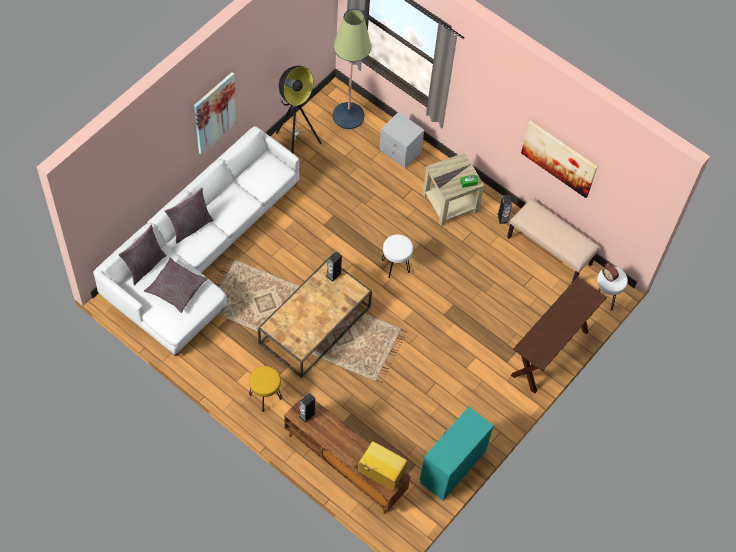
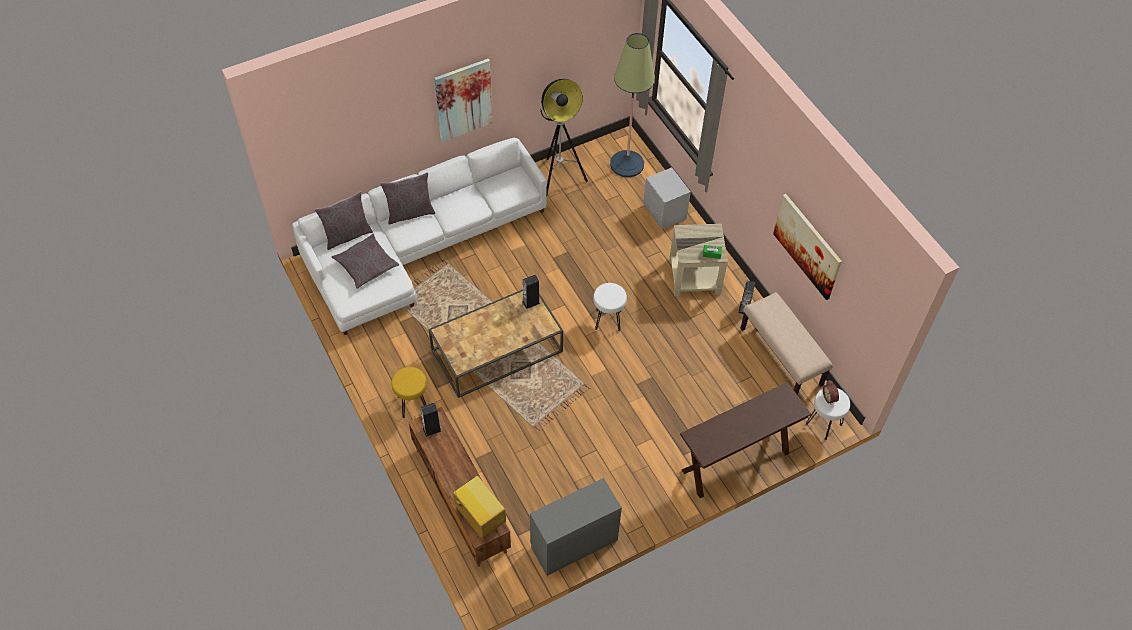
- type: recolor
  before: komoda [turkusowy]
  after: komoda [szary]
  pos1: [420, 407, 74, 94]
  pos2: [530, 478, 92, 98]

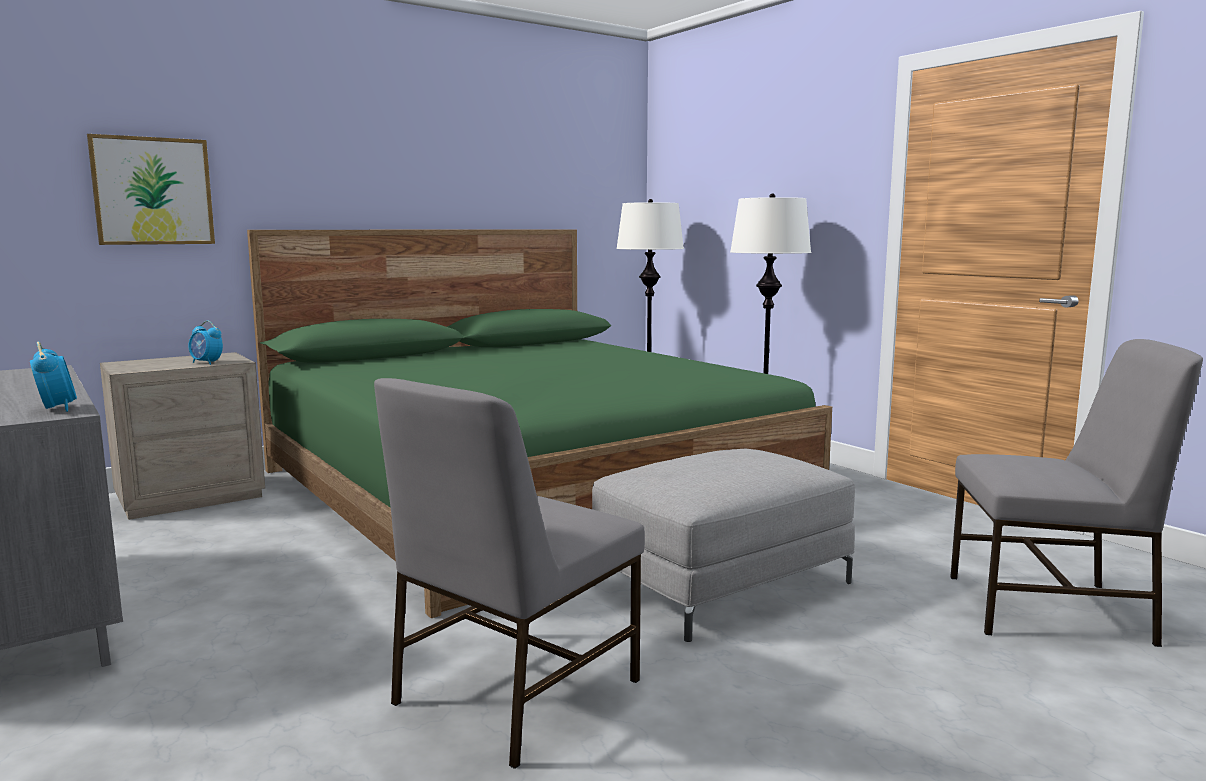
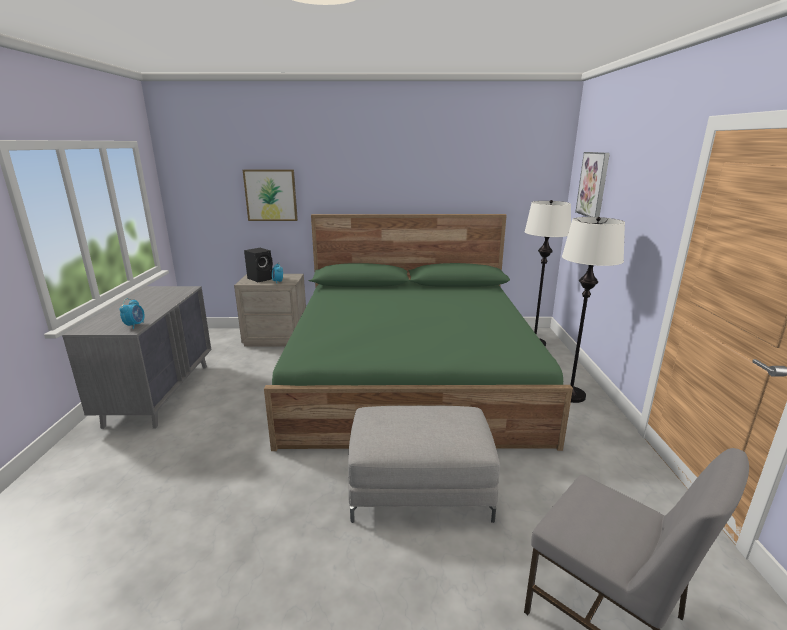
- type: delete
  before: krzesło [szary]
  pos1: [374, 378, 271, 391]
- type: insert
  after: głośnik [czarny]
  pos2: [244, 248, 29, 34]
- type: insert
  after: obraz
  pos2: [575, 152, 35, 65]

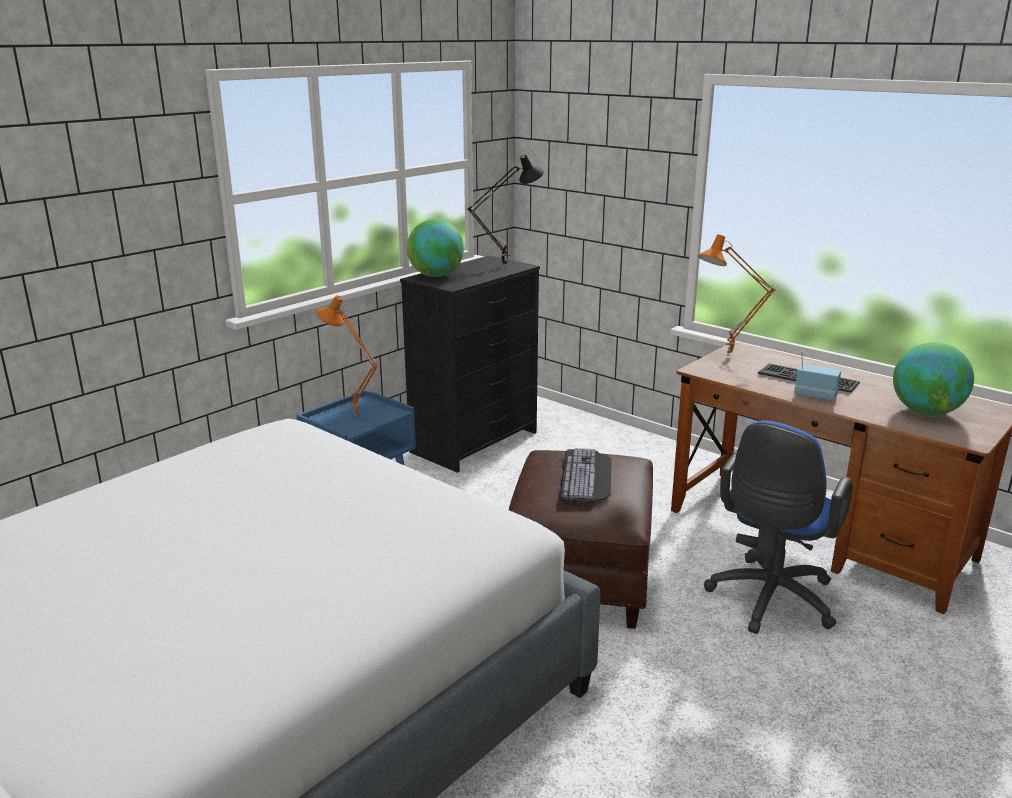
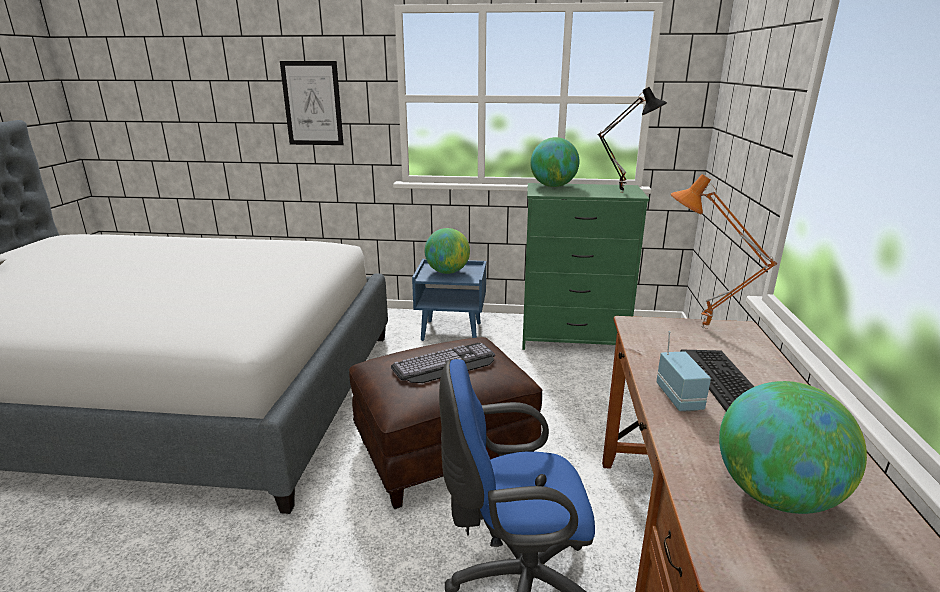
- type: insert
  after: obraz
  pos2: [280, 61, 64, 84]
- type: replace
  before: lampa stołowa [pomarańczowy]
  after: globus
  pos1: [316, 295, 62, 122]
  pos2: [425, 228, 45, 46]
- type: recolor
  before: komoda [czarny]
  after: komoda [zielony]
  pos1: [400, 256, 140, 217]
  pos2: [522, 183, 127, 167]

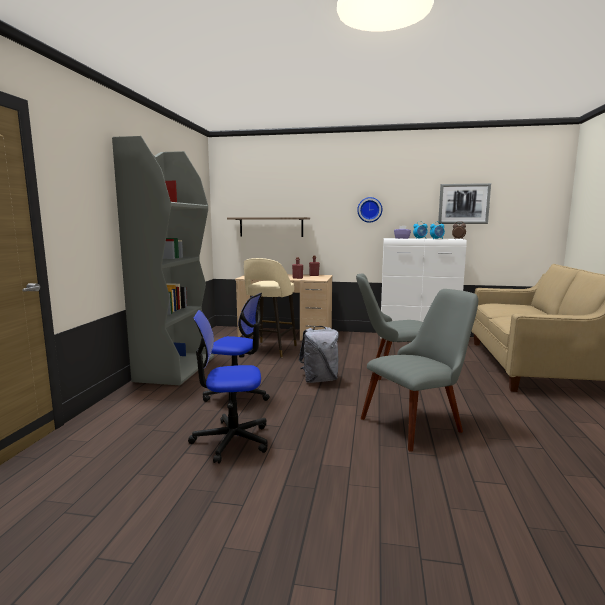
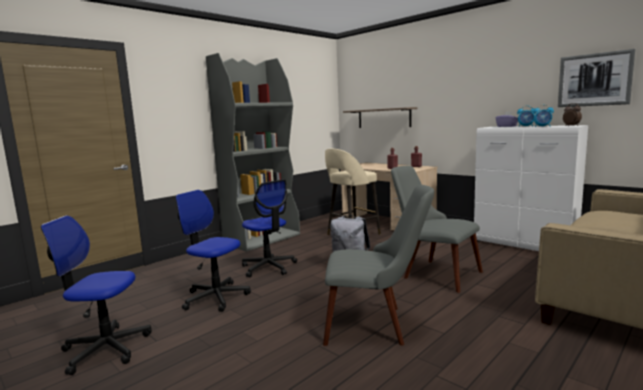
- type: delete
  before: zegar ścienny
  pos1: [357, 197, 25, 26]
- type: insert
  after: krzesło biurowe
  pos2: [41, 216, 111, 159]

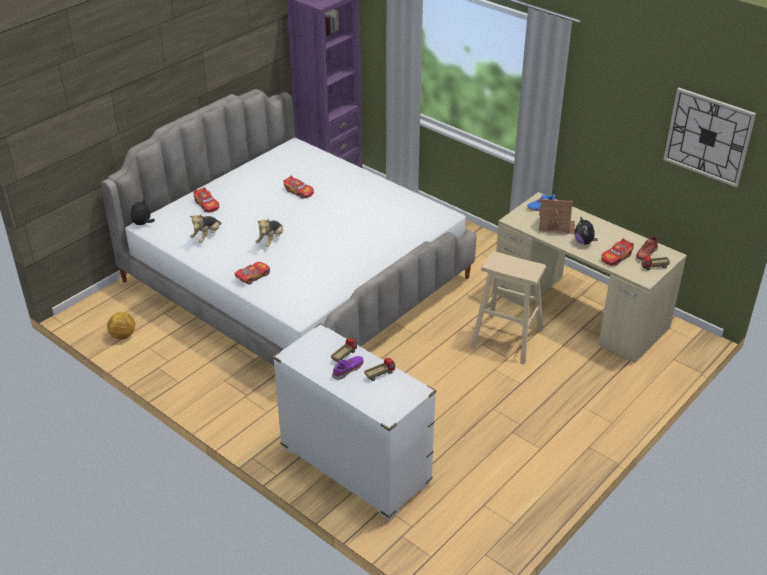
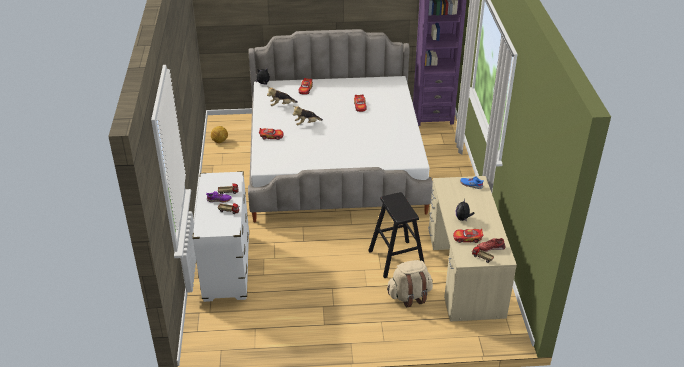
- type: delete
  before: domek
  pos1: [539, 199, 36, 35]
- type: delete
  before: zegar ścienny
  pos1: [663, 88, 93, 99]
- type: insert
  after: plecak [beżowy]
  pos2: [387, 260, 46, 47]
- type: recolor
  before: stołek [beżowy]
  after: stołek [czarny]
  pos1: [470, 251, 76, 113]
  pos2: [368, 192, 56, 86]

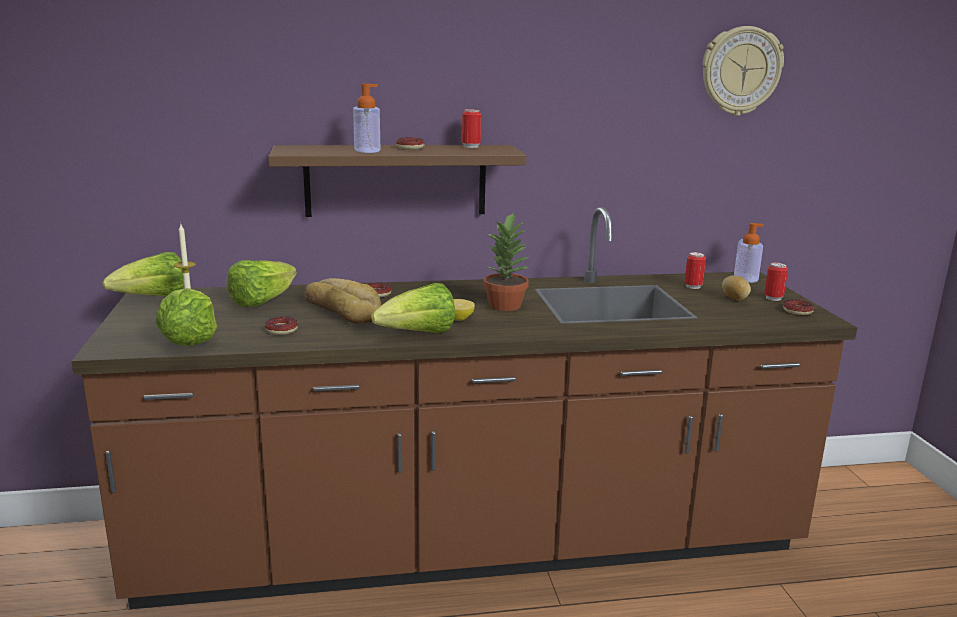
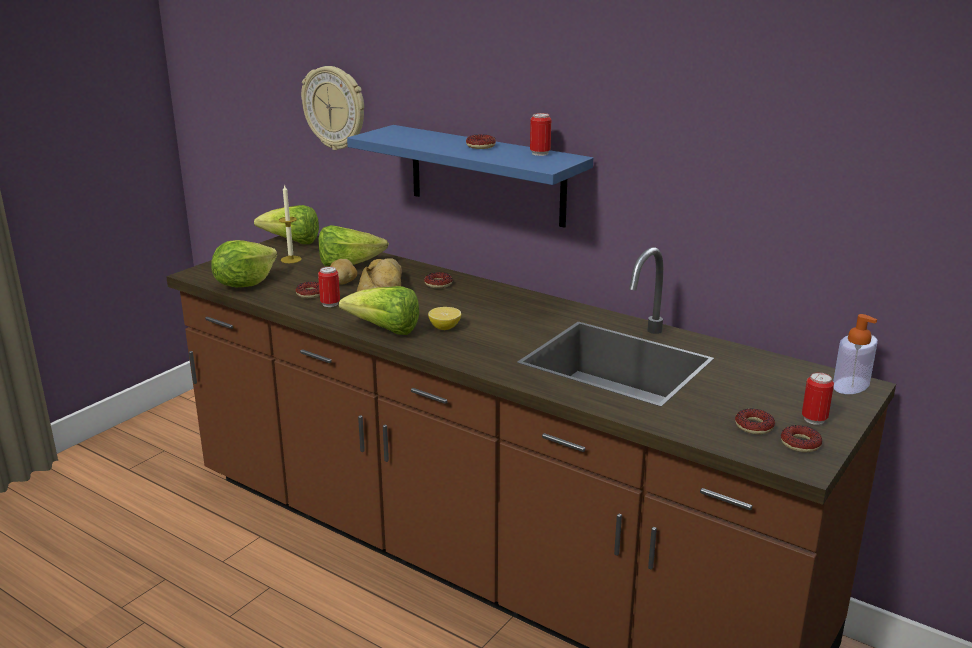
- type: delete
  before: dozownik mydła
  pos1: [353, 84, 27, 69]
- type: delete
  before: roślina doniczkowa
  pos1: [483, 213, 46, 98]
- type: insert
  after: donut
  pos2: [735, 409, 40, 25]
- type: move
  before: puszka
  pos1: [685, 252, 21, 37]
  pos2: [318, 266, 22, 41]
- type: move
  before: zegar ścienny
  pos1: [702, 26, 82, 90]
  pos2: [301, 66, 63, 84]
- type: move
  before: ziemniak
  pos1: [722, 275, 29, 26]
  pos2: [330, 259, 27, 26]
- type: recolor
  before: półka [brązowy]
  after: półka [niebieski]
  pos1: [268, 145, 259, 72]
  pos2: [347, 125, 246, 103]

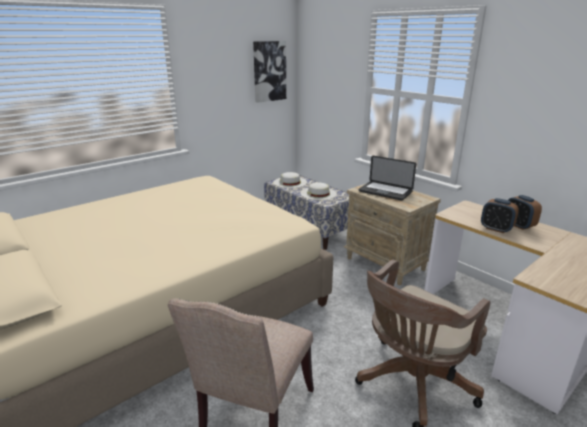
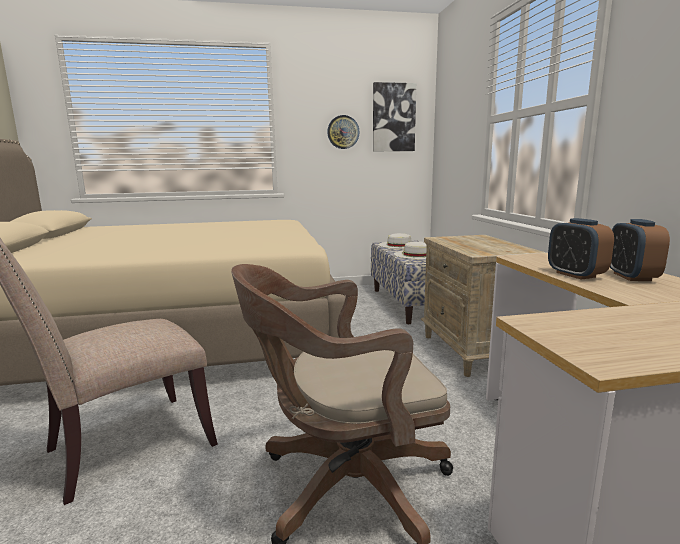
- type: delete
  before: laptop
  pos1: [359, 156, 57, 45]
- type: insert
  after: zegar ścienny
  pos2: [327, 115, 33, 34]

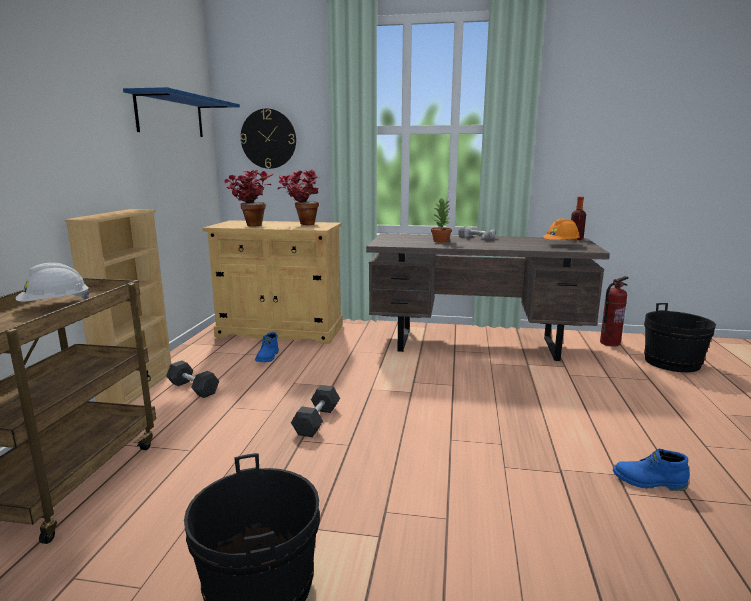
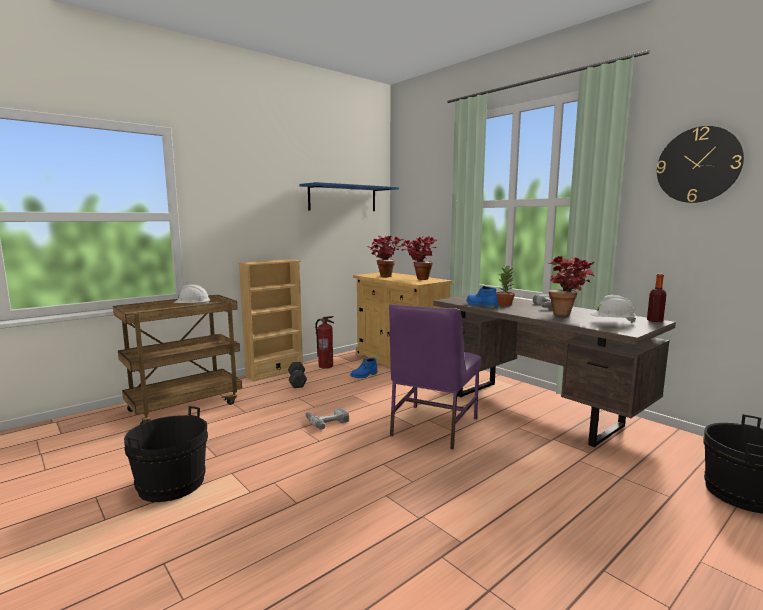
- type: insert
  after: krzesło [fioletowy]
  pos2: [389, 304, 92, 146]
- type: insert
  after: roślina doniczkowa
  pos2: [549, 255, 46, 61]
- type: move
  before: zegar ścienny
  pos1: [240, 109, 56, 60]
  pos2: [657, 126, 87, 77]
- type: move
  before: gaśnica
  pos1: [600, 276, 29, 70]
  pos2: [315, 316, 19, 53]
- type: move
  before: but z cholewką [niebieski]
  pos1: [613, 449, 77, 42]
  pos2: [466, 286, 32, 22]
- type: replace
  before: hantel [szary]
  after: wiertarka
  pos1: [291, 385, 49, 52]
  pos2: [305, 408, 44, 22]
- type: recolor
  before: kask [pomarańczowy]
  after: kask [biały]
  pos1: [543, 218, 37, 25]
  pos2: [591, 295, 45, 28]

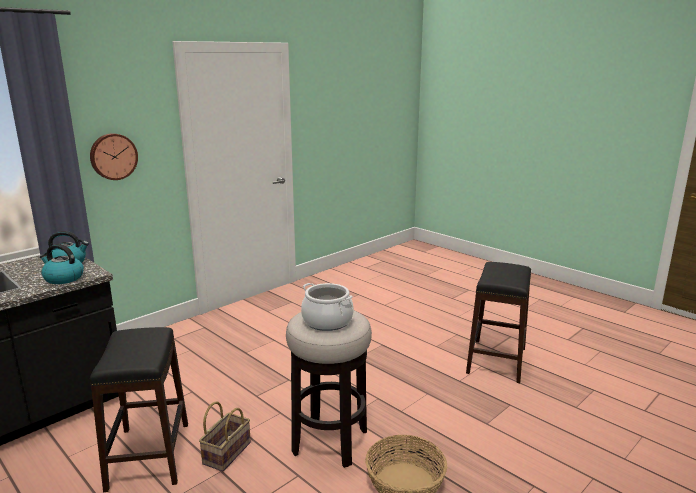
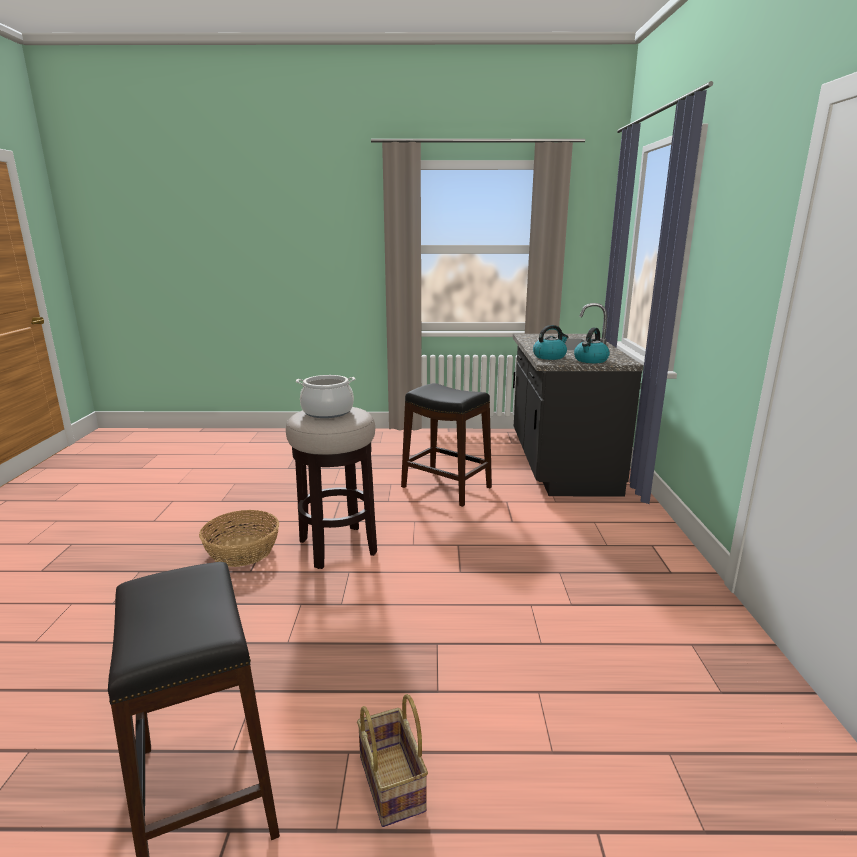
- type: delete
  before: zegar ścienny
  pos1: [90, 133, 48, 47]
- type: move
  before: koszyk
  pos1: [199, 401, 52, 70]
  pos2: [357, 694, 71, 133]

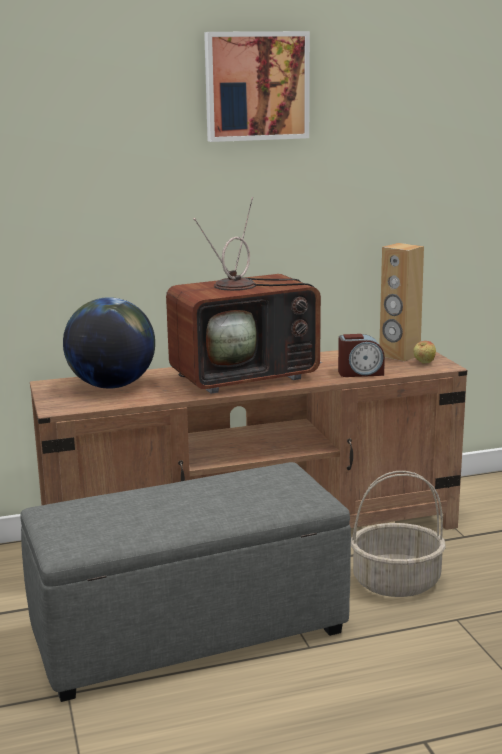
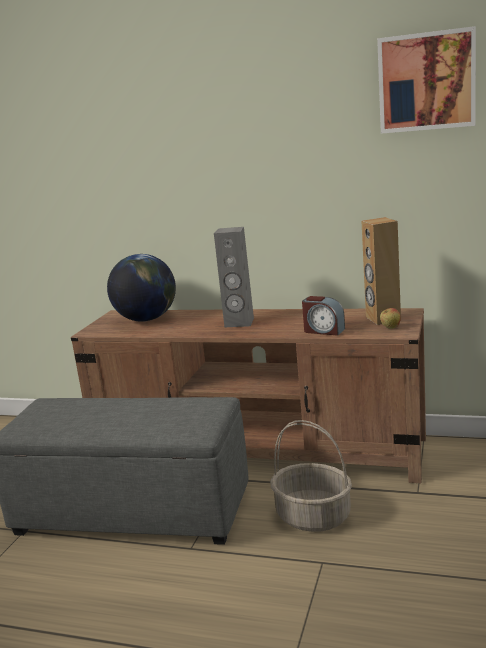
- type: move
  before: obraz
  pos1: [204, 31, 106, 111]
  pos2: [377, 26, 99, 108]
- type: replace
  before: telewizor
  after: głośnik [szary]
  pos1: [166, 197, 156, 197]
  pos2: [214, 227, 40, 100]

